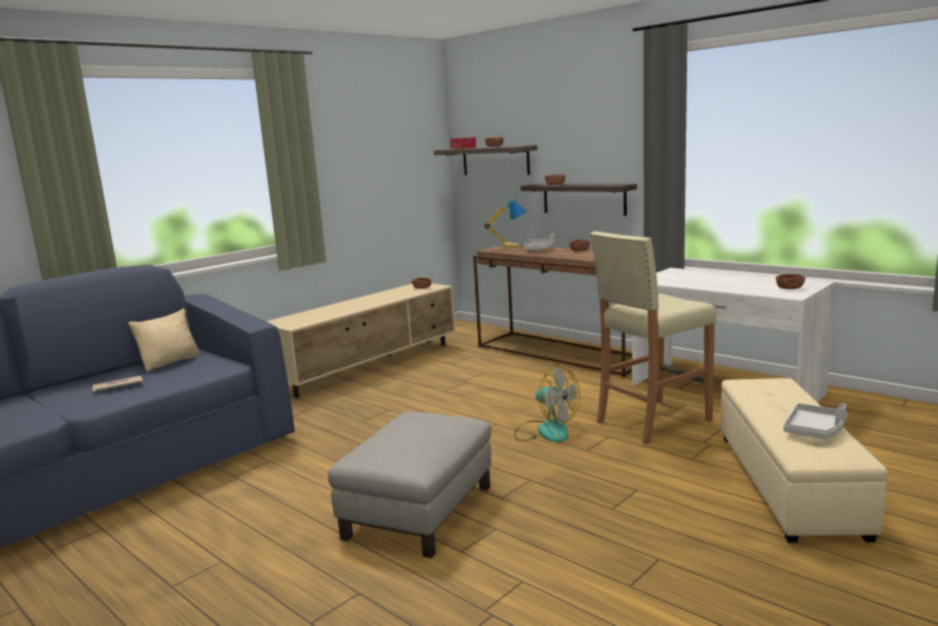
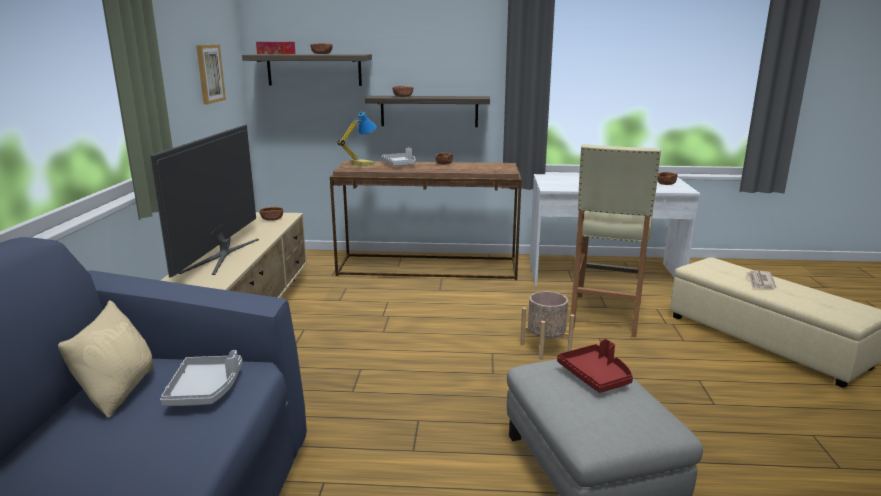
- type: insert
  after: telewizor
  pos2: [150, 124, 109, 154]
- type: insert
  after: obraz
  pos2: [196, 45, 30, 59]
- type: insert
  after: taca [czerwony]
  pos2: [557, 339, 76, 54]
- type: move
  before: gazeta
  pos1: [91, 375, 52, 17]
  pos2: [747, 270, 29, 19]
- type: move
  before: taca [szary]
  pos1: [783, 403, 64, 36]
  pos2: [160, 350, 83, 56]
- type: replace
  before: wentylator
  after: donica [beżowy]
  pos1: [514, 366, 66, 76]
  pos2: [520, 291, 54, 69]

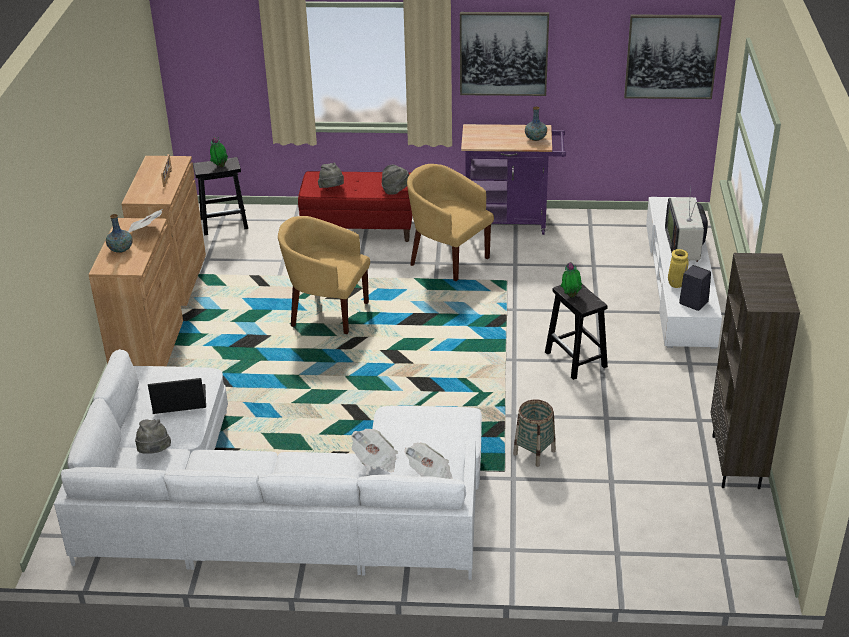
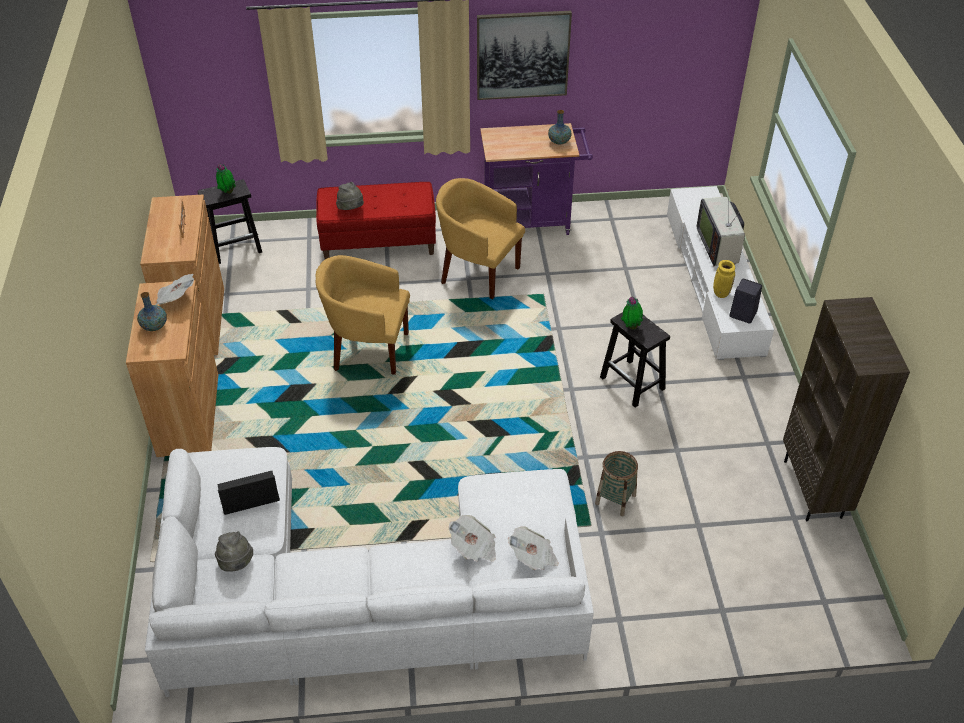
- type: delete
  before: kapelusz [szary]
  pos1: [382, 165, 27, 29]
- type: delete
  before: obraz
  pos1: [624, 15, 98, 84]

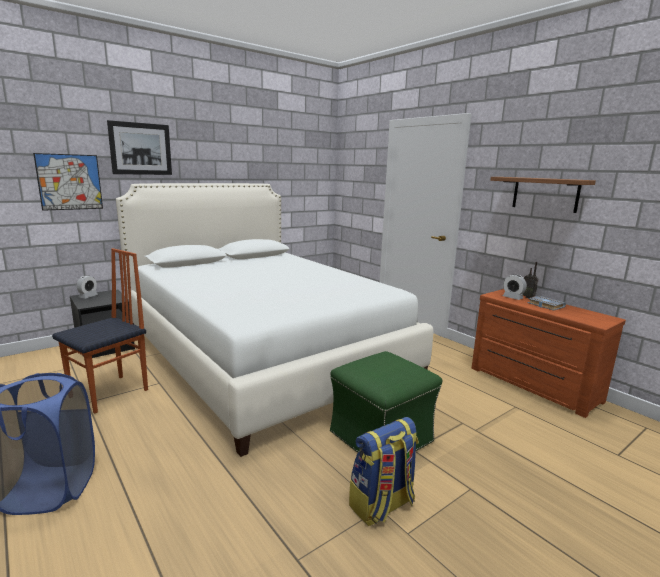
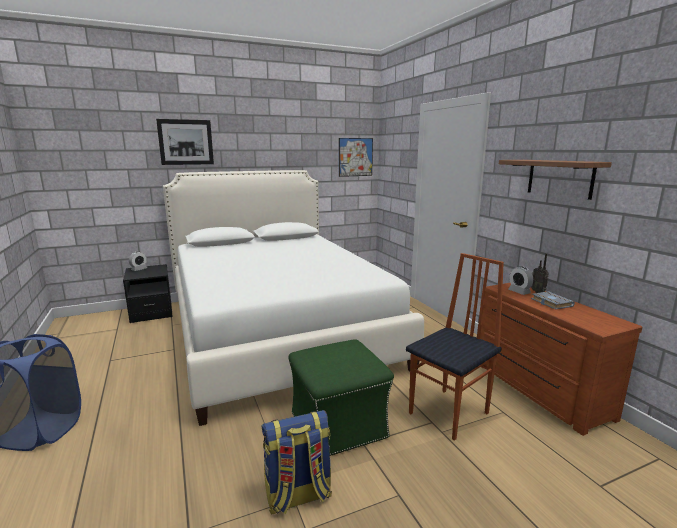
- type: move
  before: obraz
  pos1: [33, 153, 70, 58]
  pos2: [339, 138, 34, 39]
- type: move
  before: krzesło
  pos1: [52, 248, 96, 166]
  pos2: [406, 253, 98, 188]

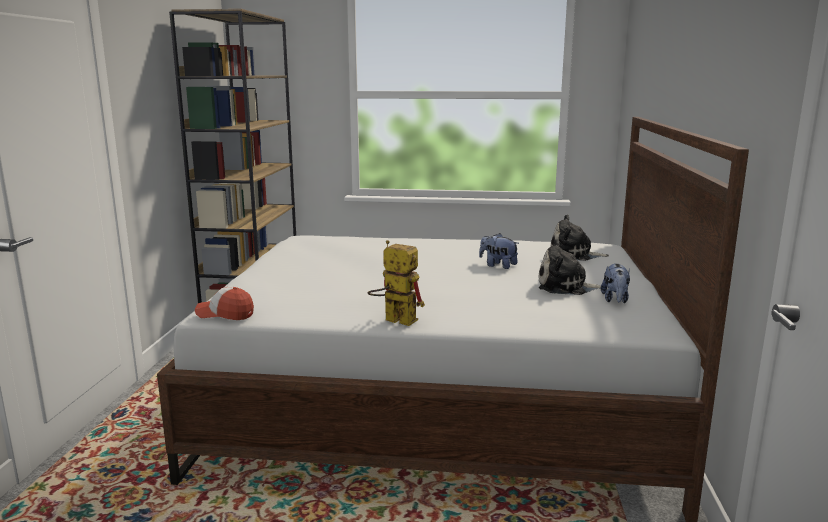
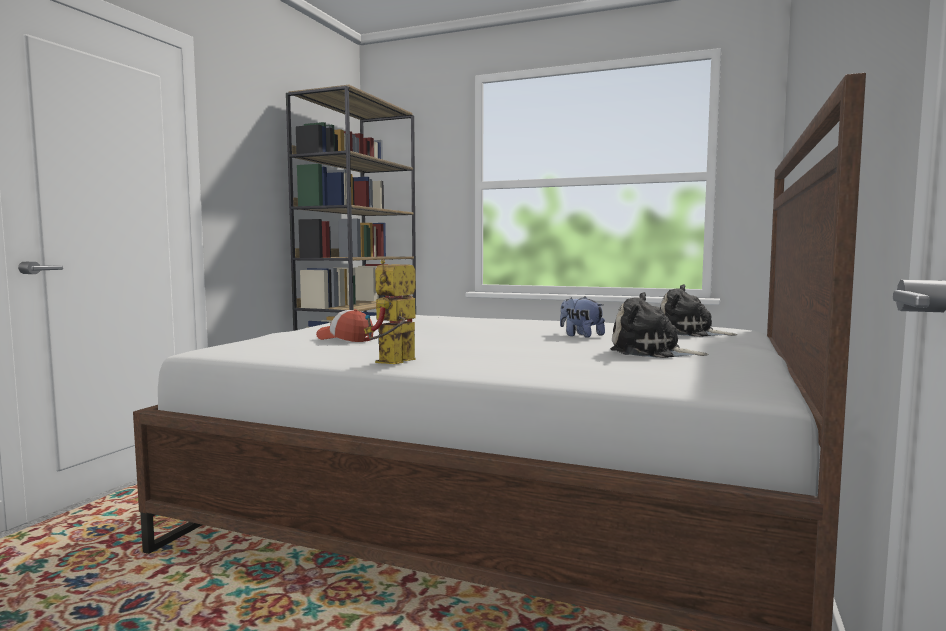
- type: delete
  before: pluszak
  pos1: [601, 263, 29, 40]
- type: move
  before: czapka z daszkiem
  pos1: [195, 287, 59, 33]
  pos2: [316, 309, 57, 33]
- type: rotate
  before: robot zabawkowy
  pos1: [368, 240, 57, 86]
  pos2: [364, 260, 52, 104]
  turn: -105

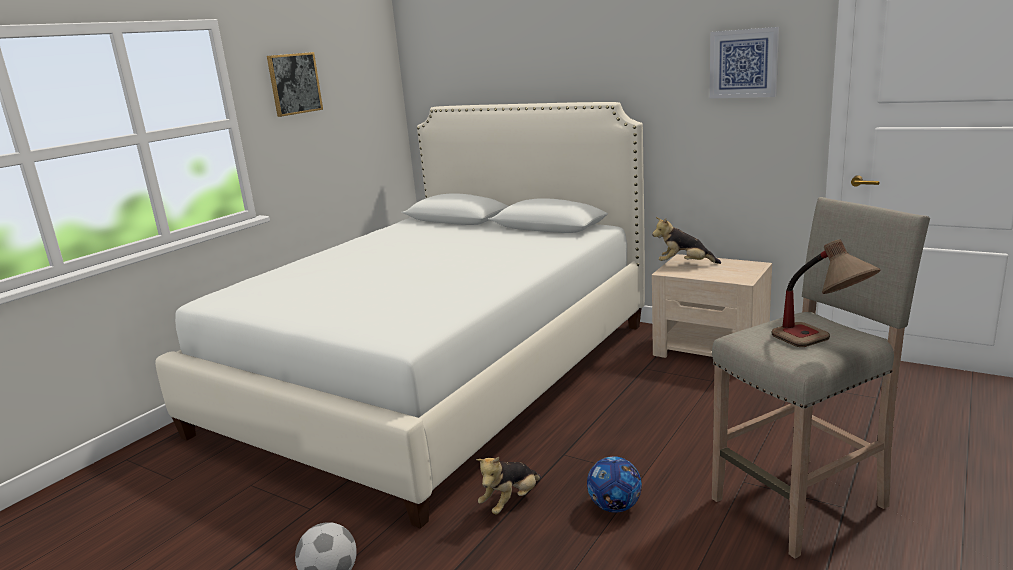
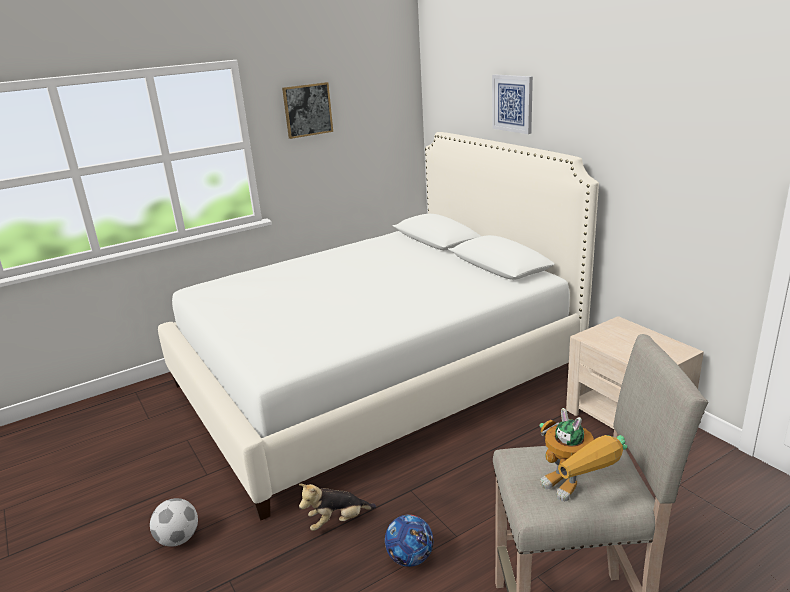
- type: delete
  before: pluszak
  pos1: [652, 217, 69, 47]
- type: move
  before: obraz
  pos1: [710, 27, 69, 72]
  pos2: [492, 75, 41, 59]
- type: replace
  before: lampa stołowa
  after: robot zabawkowy
  pos1: [771, 239, 110, 108]
  pos2: [539, 408, 88, 94]

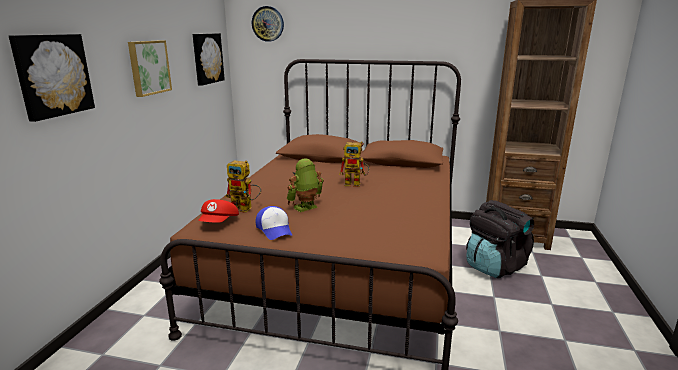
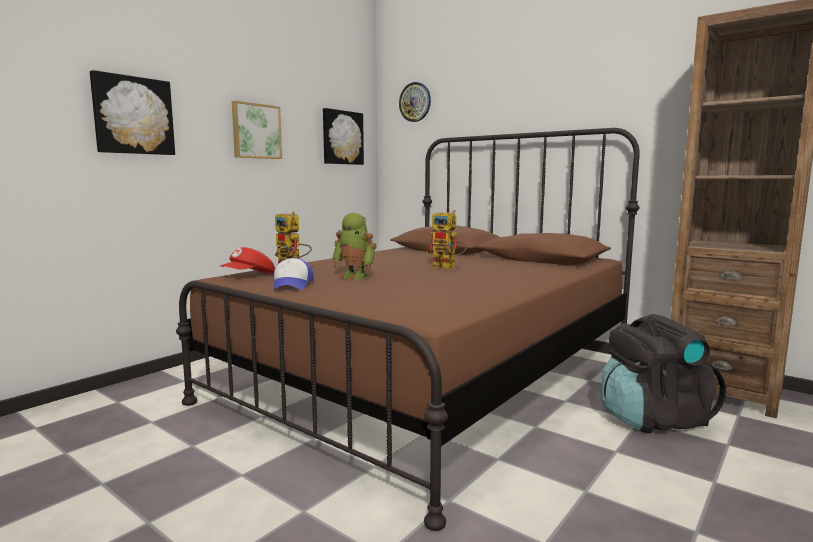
- type: rotate
  before: robot zabawkowy
  pos1: [287, 158, 37, 54]
  pos2: [332, 213, 45, 67]
  turn: -135

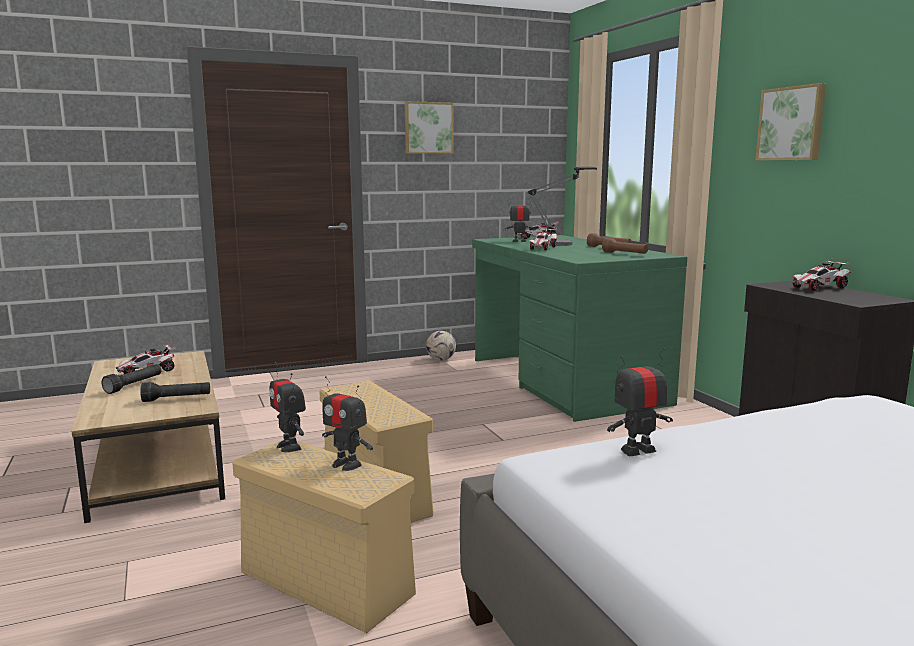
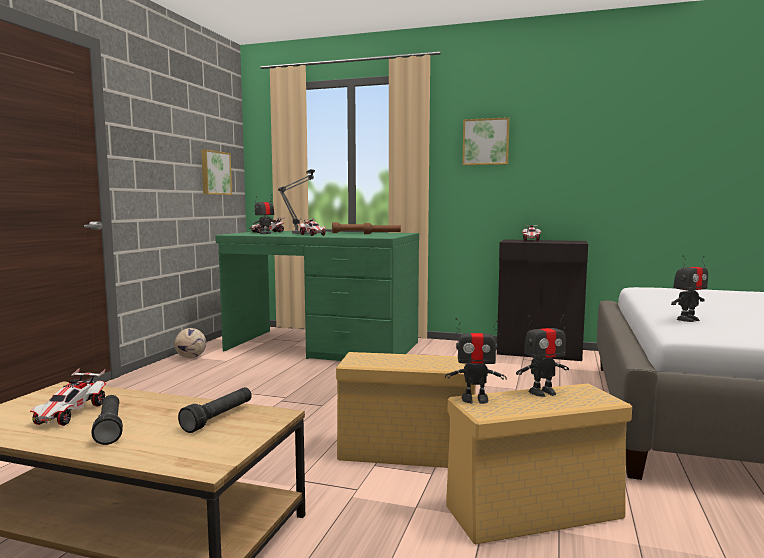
- type: move
  before: obraz
  pos1: [405, 101, 49, 53]
  pos2: [201, 149, 31, 46]
- type: rotate
  before: robot zabawkowy
  pos1: [607, 348, 66, 108]
  pos2: [671, 255, 37, 67]
  turn: -135

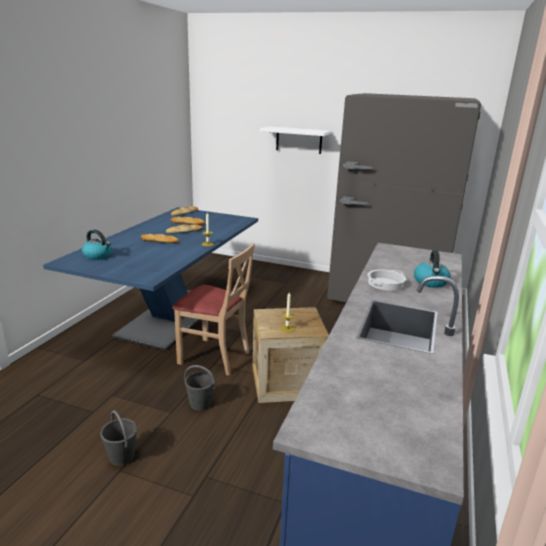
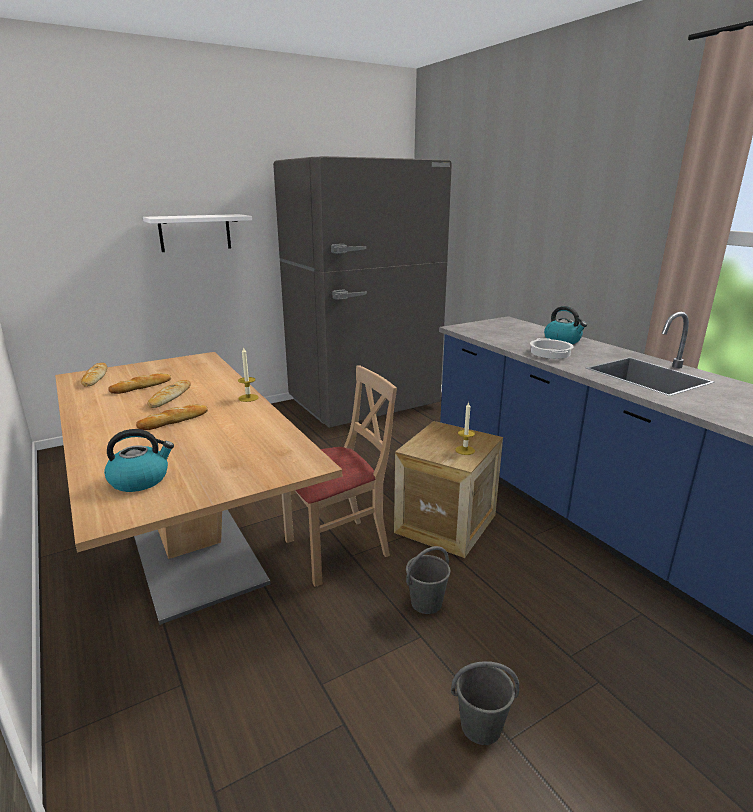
- type: recolor
  before: stół jadalny [niebieski]
  after: stół jadalny [beżowy]
  pos1: [43, 207, 215, 143]
  pos2: [55, 352, 287, 273]

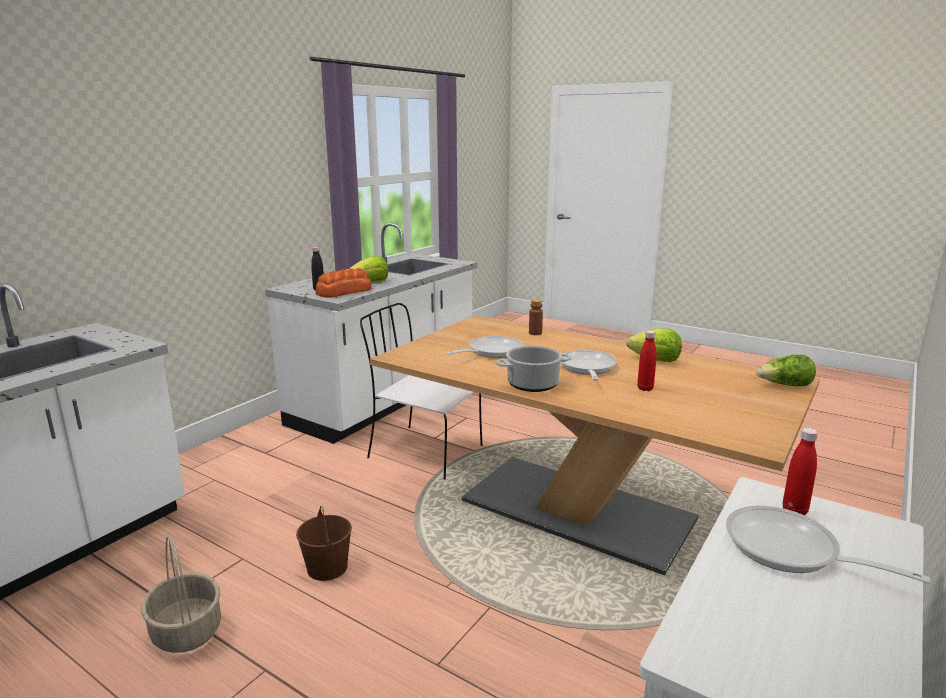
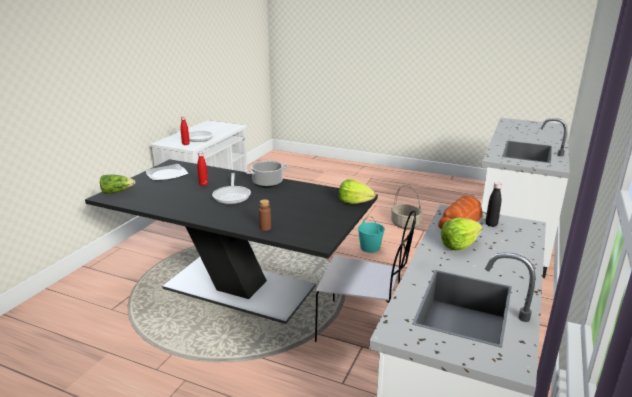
- type: delete
  before: patelnia
  pos1: [446, 336, 77, 22]
- type: insert
  after: talerz
  pos2: [145, 164, 43, 17]
- type: move
  before: sałata
  pos1: [627, 328, 55, 34]
  pos2: [338, 179, 38, 25]
- type: recolor
  before: wiadro [brązowy]
  after: wiadro [turkusowy]
  pos1: [296, 505, 56, 76]
  pos2: [358, 216, 27, 37]
- type: recolor
  before: stół jadalny [beżowy]
  after: stół jadalny [czarny]
  pos1: [370, 315, 450, 260]
  pos2: [85, 159, 293, 165]

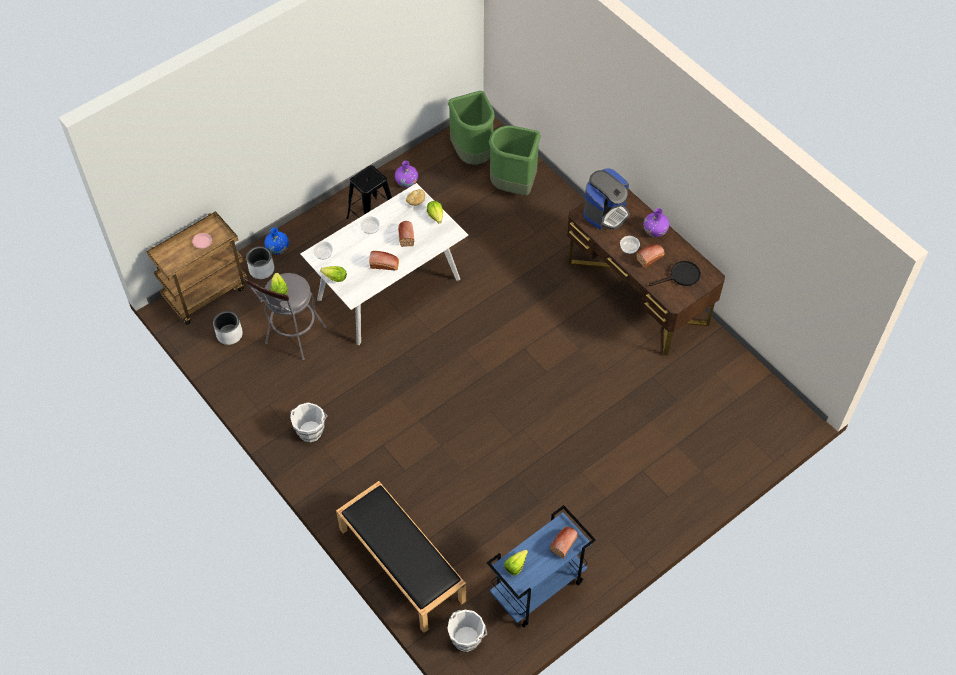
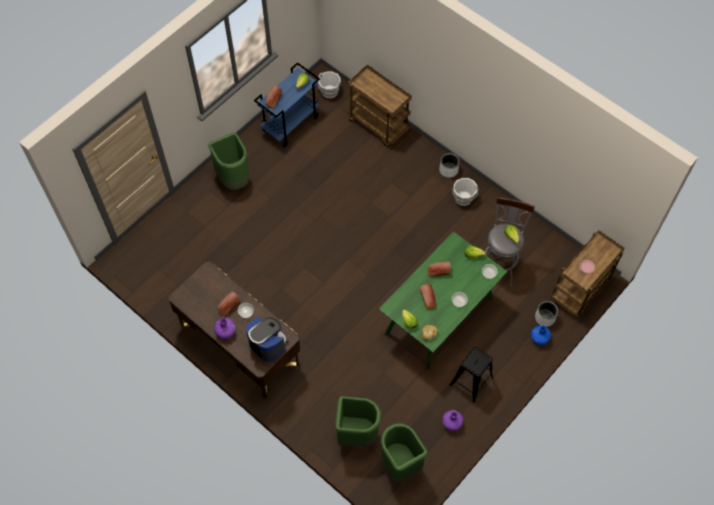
- type: delete
  before: patelnia [czarny]
  pos1: [649, 261, 51, 25]
- type: insert
  after: kosz na śmieci [zielony]
  pos2: [208, 132, 42, 58]
- type: move
  before: donica [biały]
  pos1: [213, 311, 30, 34]
  pos2: [439, 153, 21, 25]
- type: replace
  before: ławka [czarny]
  after: wózek [brązowy]
  pos1: [336, 481, 130, 152]
  pos2: [348, 65, 64, 81]
- type: recolor
  before: stół jadalny [biały]
  after: stół jadalny [zielony]
  pos1: [300, 183, 169, 162]
  pos2: [379, 231, 128, 138]
- type: rotate
  before: ekspres do kawy
  pos1: [583, 168, 47, 62]
  pos2: [246, 315, 42, 46]
  turn: 105

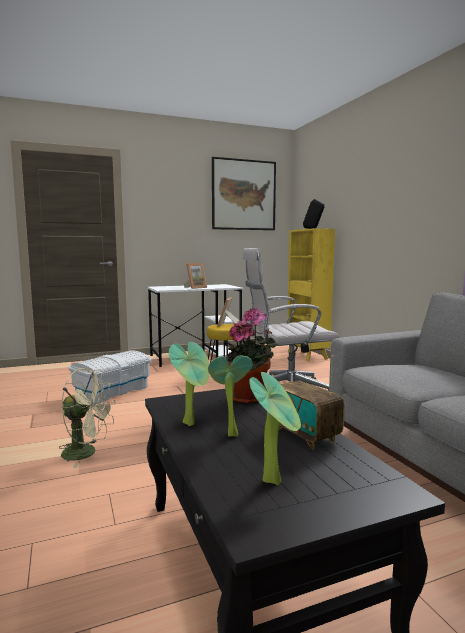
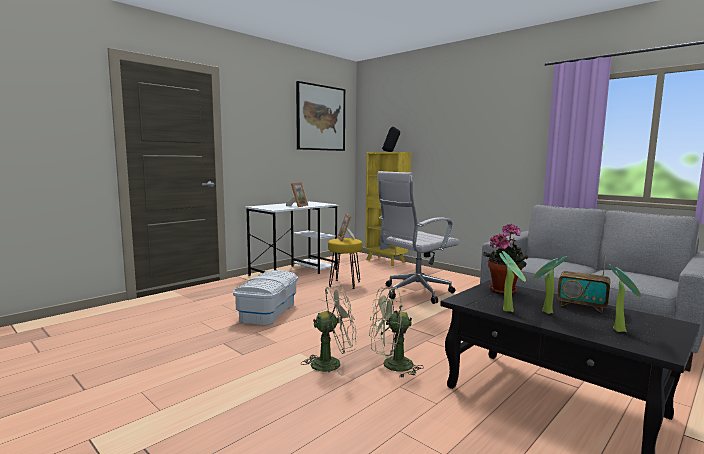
- type: insert
  after: wentylator [zielony]
  pos2: [369, 287, 55, 91]

